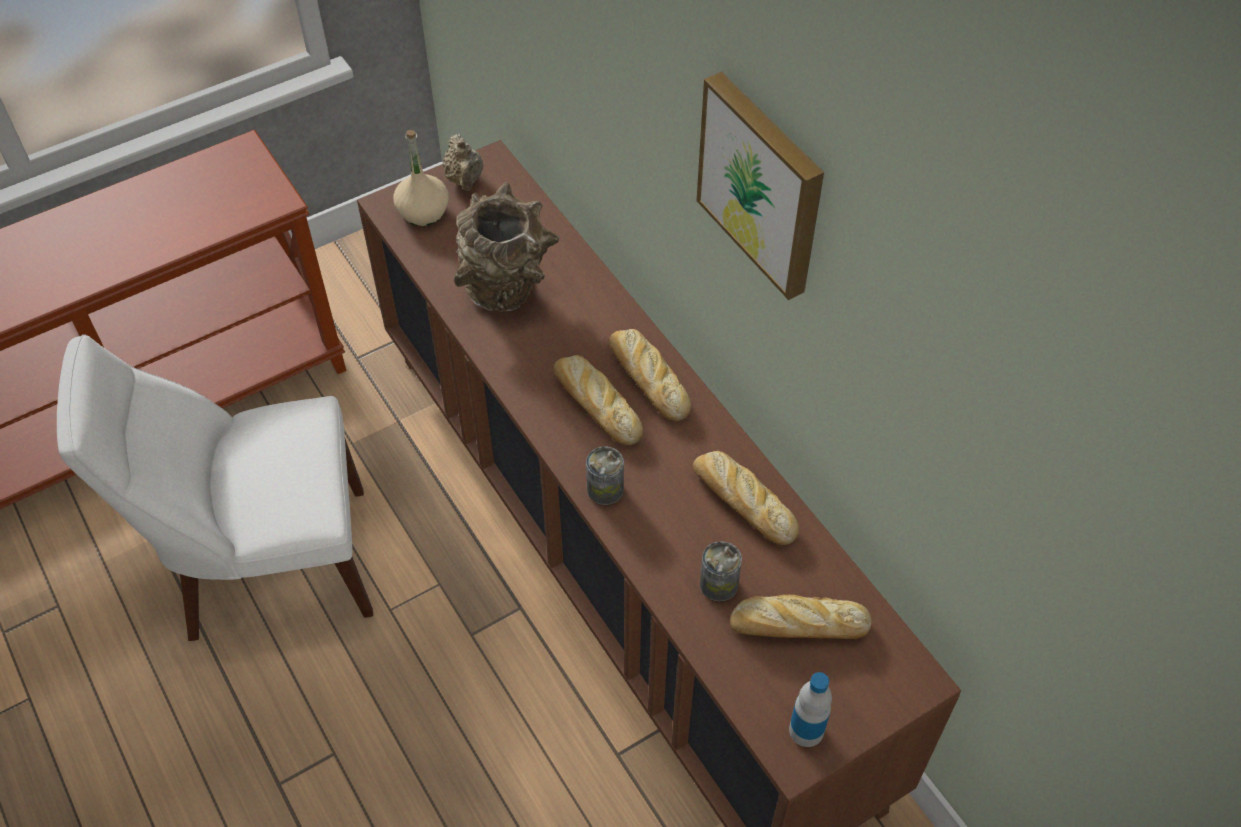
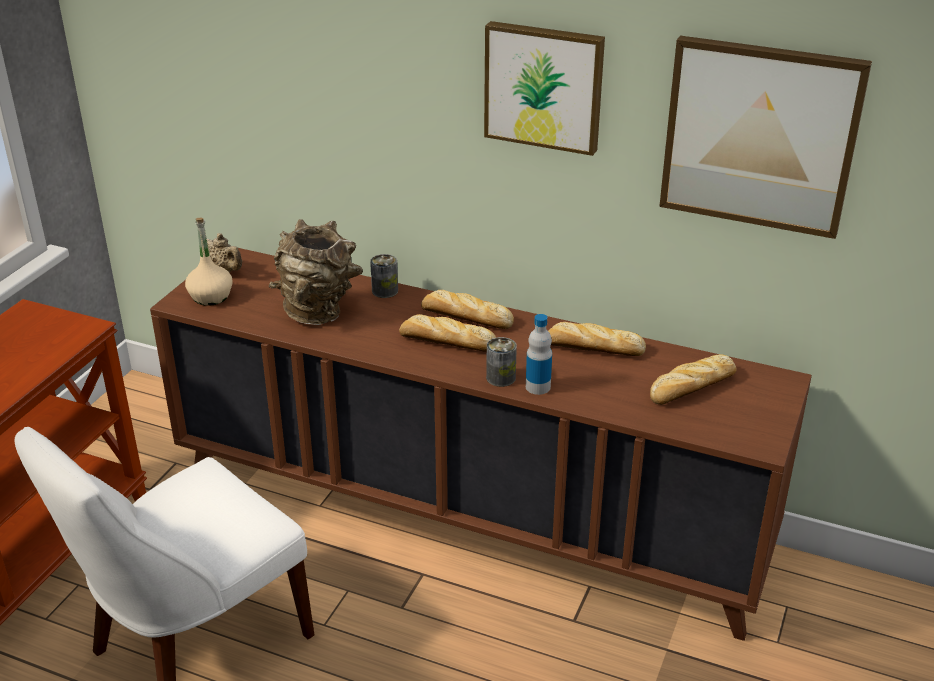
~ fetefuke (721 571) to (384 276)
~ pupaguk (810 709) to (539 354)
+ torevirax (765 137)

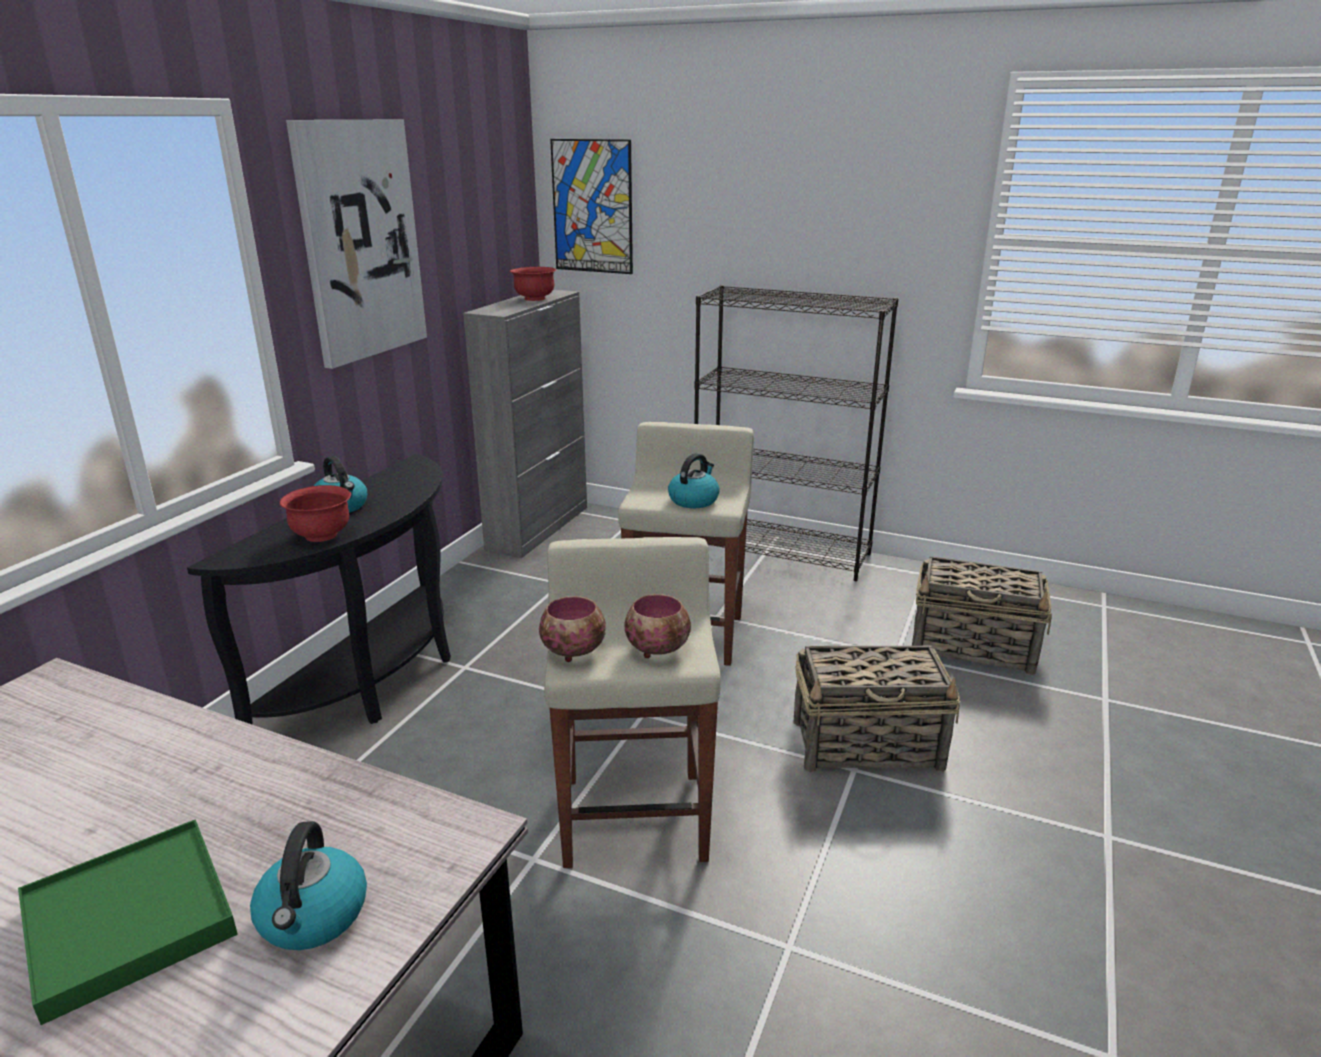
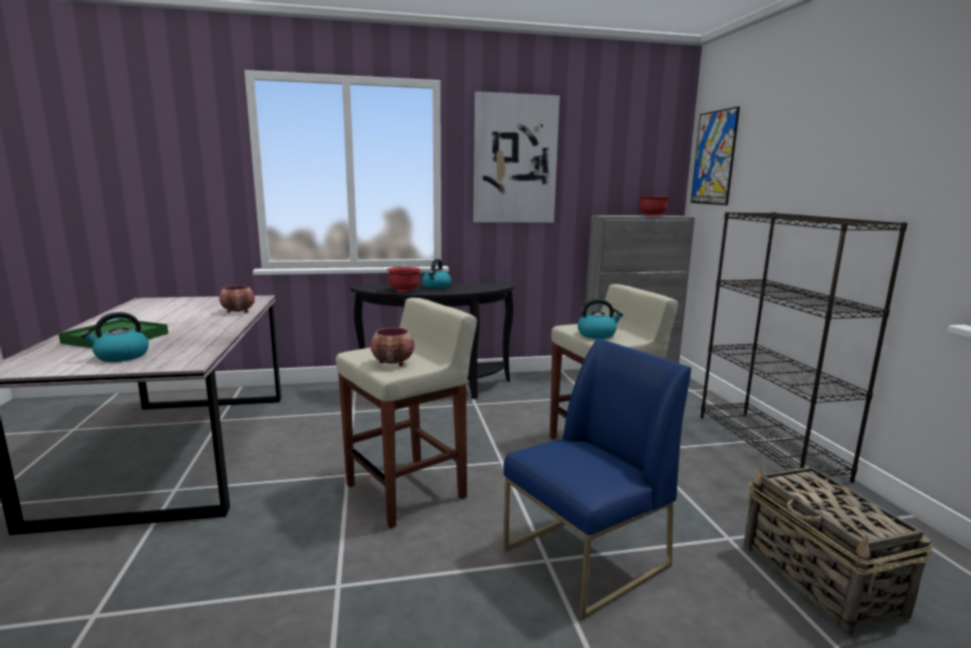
~ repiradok (572 629) to (237 299)
~ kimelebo (877 709) to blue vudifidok (597 479)

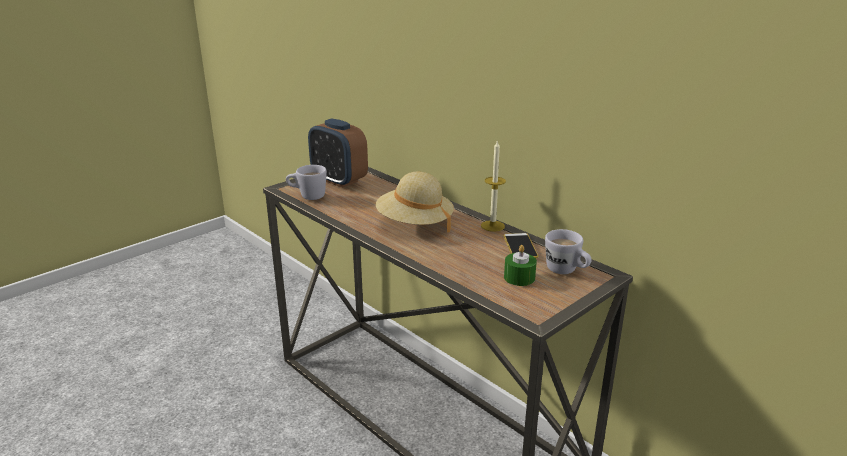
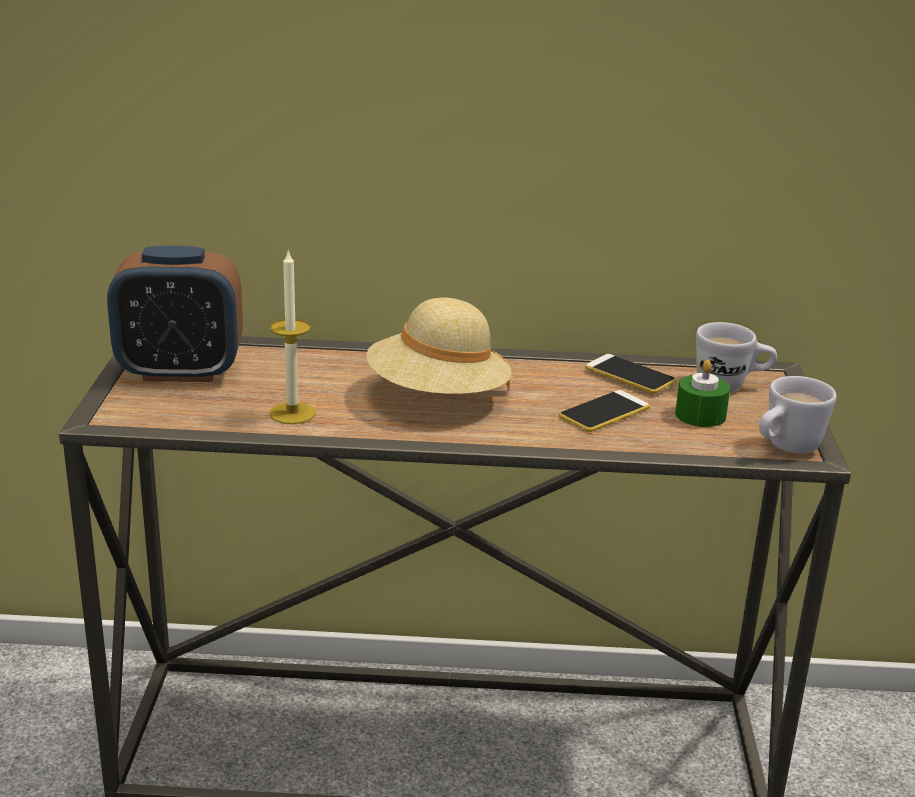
~ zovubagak (493 186) to (292 336)
~ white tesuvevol (306 182) to (798 415)
+ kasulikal (604 411)

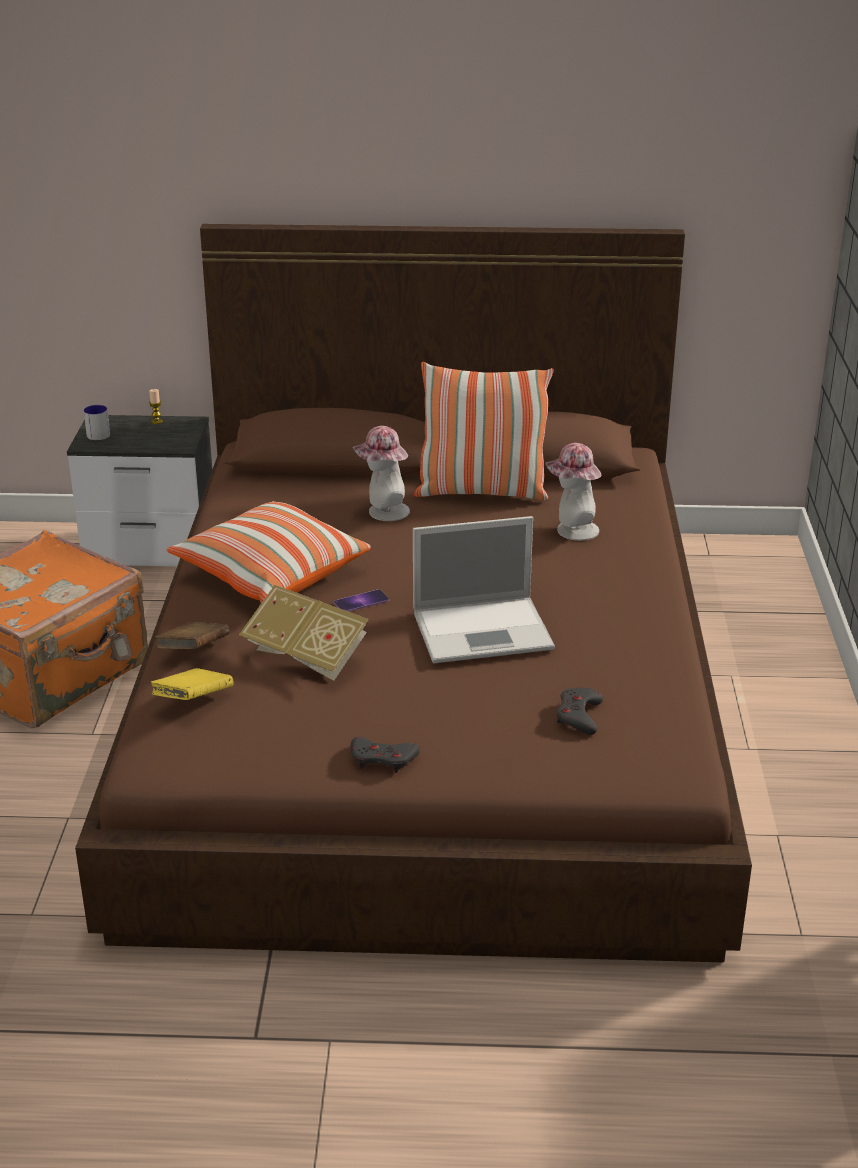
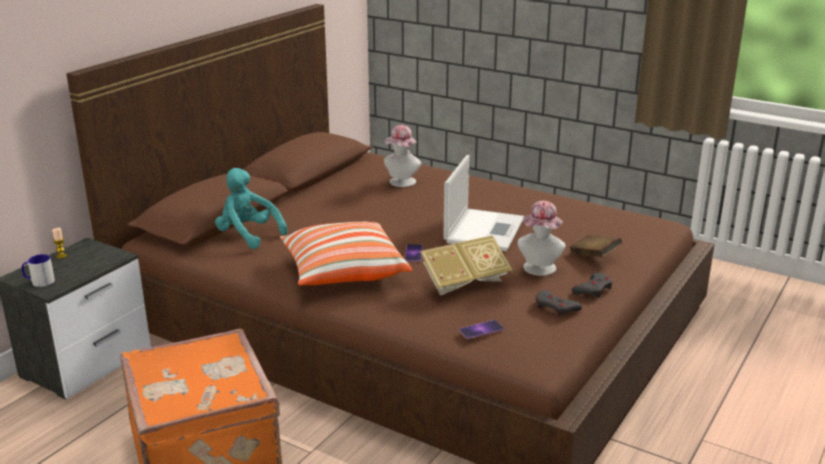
- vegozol (484 431)
~ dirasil (381 473) to (542 238)
~ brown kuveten (192 635) to (595 246)
~ yellow kuveten (191 684) to kasulikal (481 329)
~ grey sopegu (580 711) to (559 303)
+ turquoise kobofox (251 208)

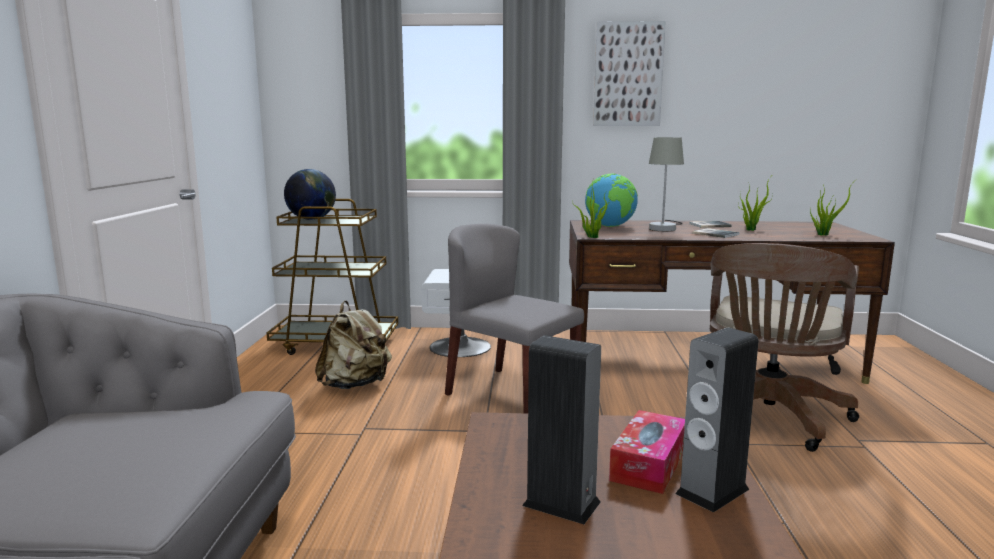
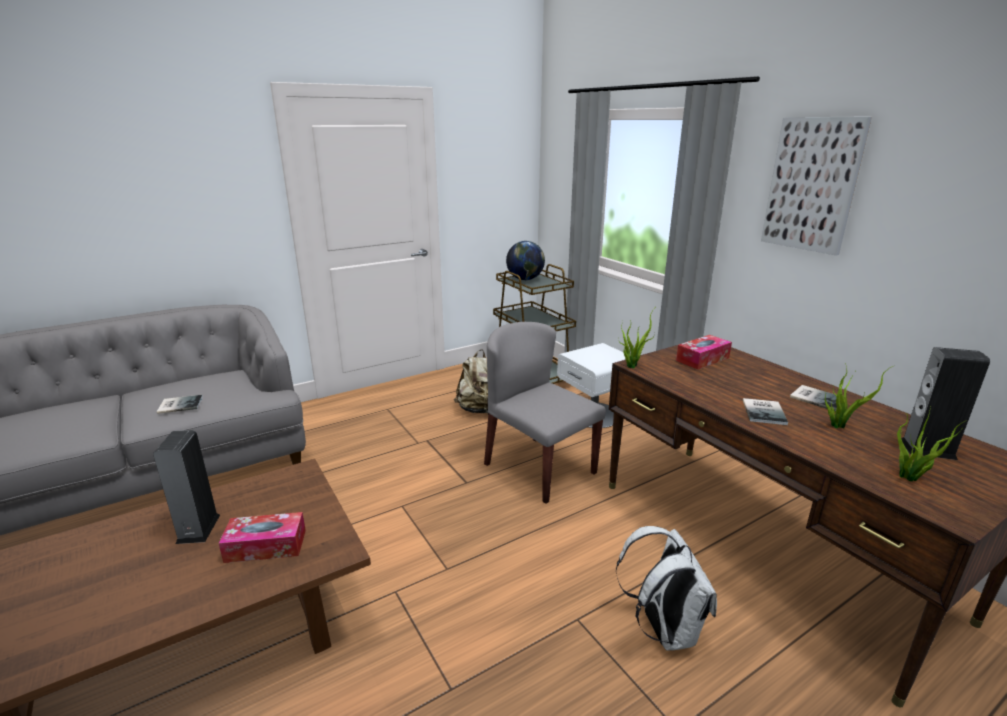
- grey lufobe (666 184)
~ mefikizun (611 200) to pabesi (704 352)
~ grey vudifidok (514 319) = (545 413) 45 degrees counterclockwise
~ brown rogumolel (784 347) to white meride (666 588)
~ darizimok (716 420) to (945 403)
+ kuveten (179 404)

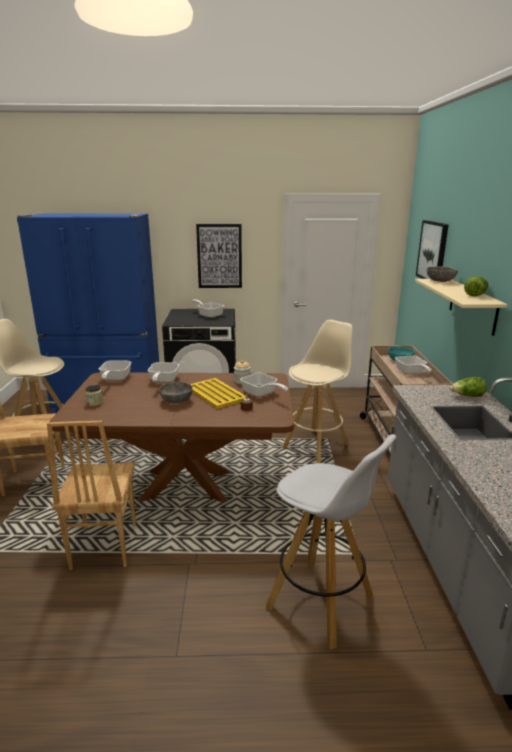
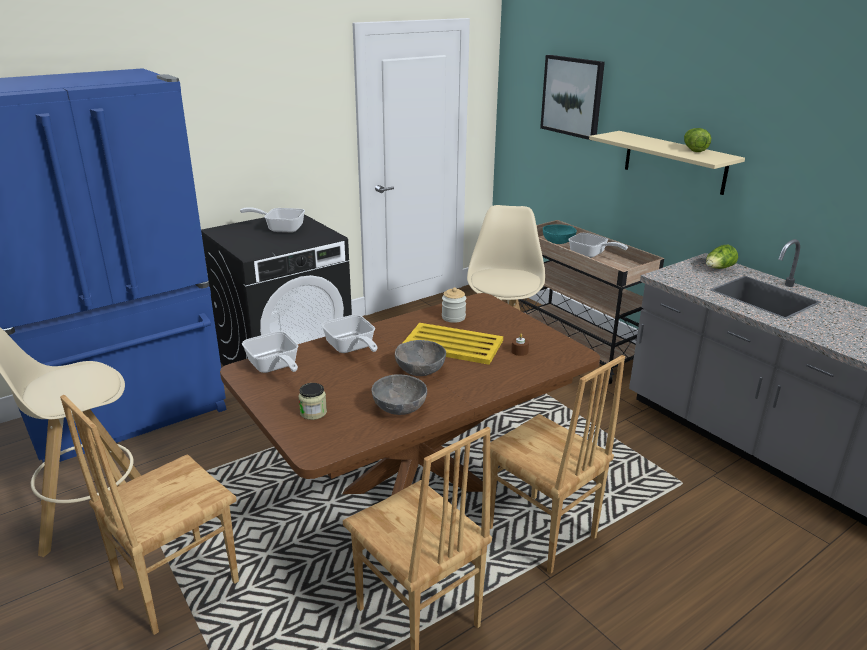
- torevirax (219 256)
~ grey repiradok (442 274) to (399 395)
- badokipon (264 385)
- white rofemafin (331 541)
+ brown vudifidok (553 464)

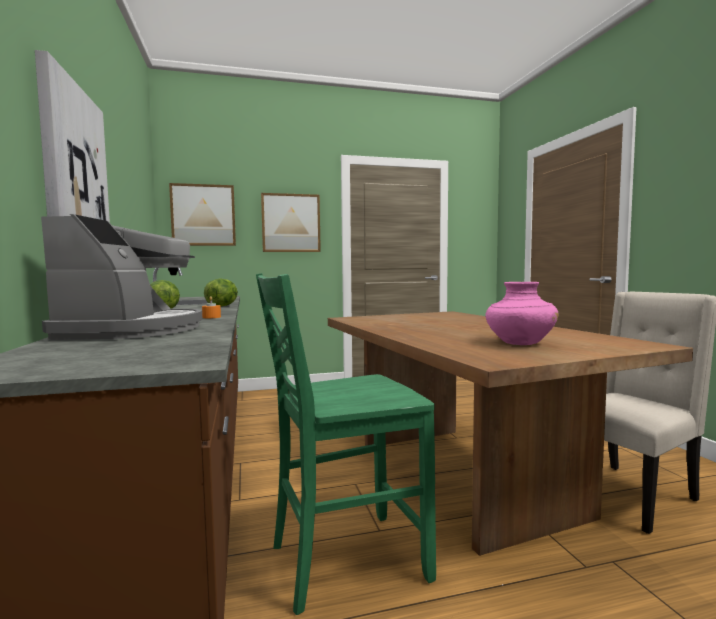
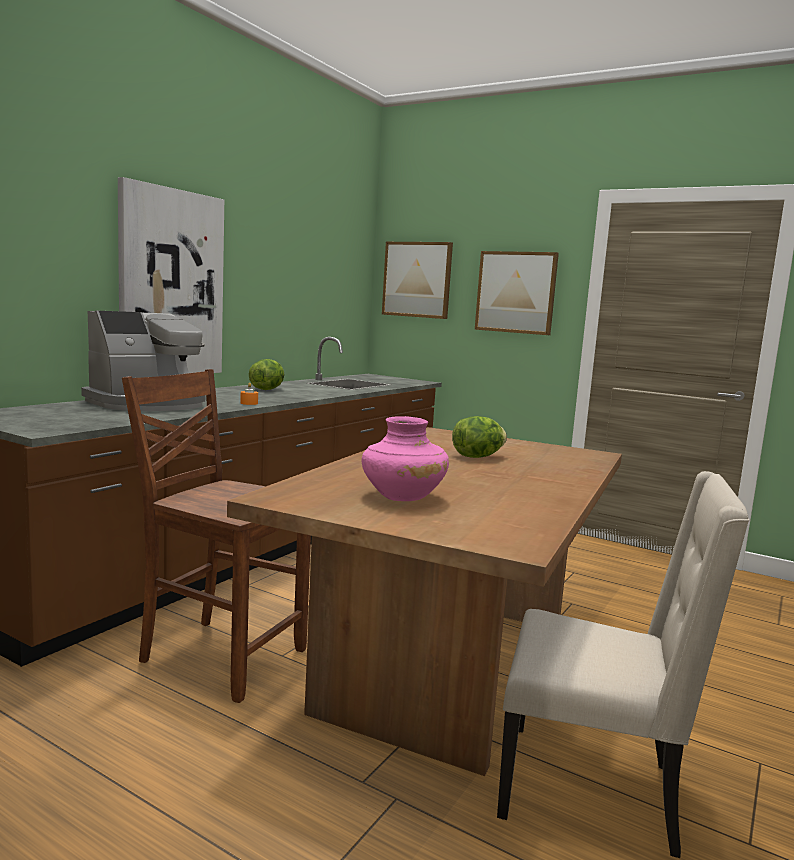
~ green vudifidok (346 444) to brown vudifidok (216 536)
~ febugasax (221 292) to (479 437)

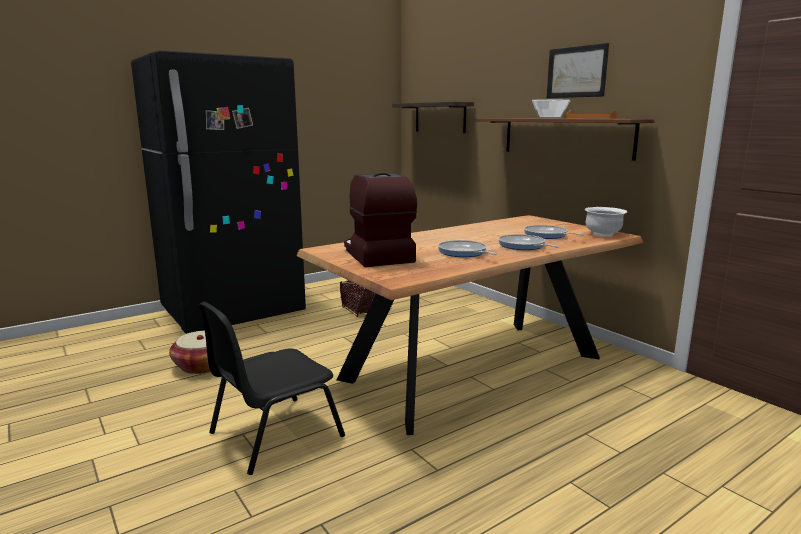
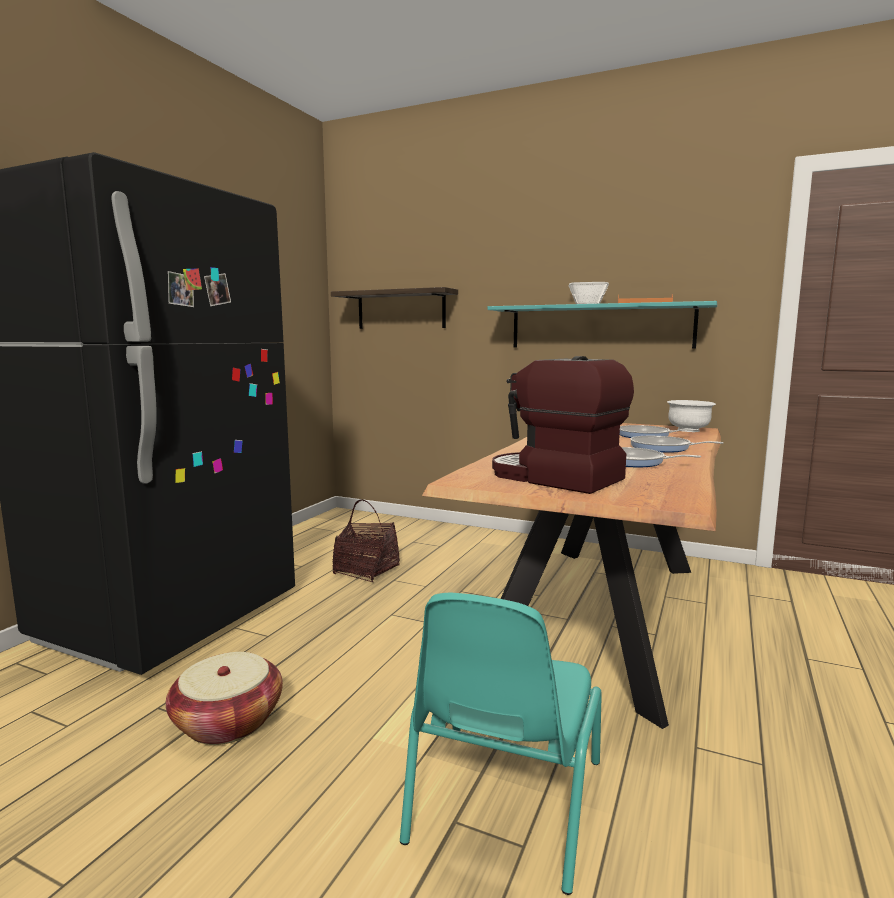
- torevirax (578 70)
~ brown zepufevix (566 139) to turquoise zepufevix (602 325)
~ black vudifidok (271 388) to turquoise vudifidok (501 744)

